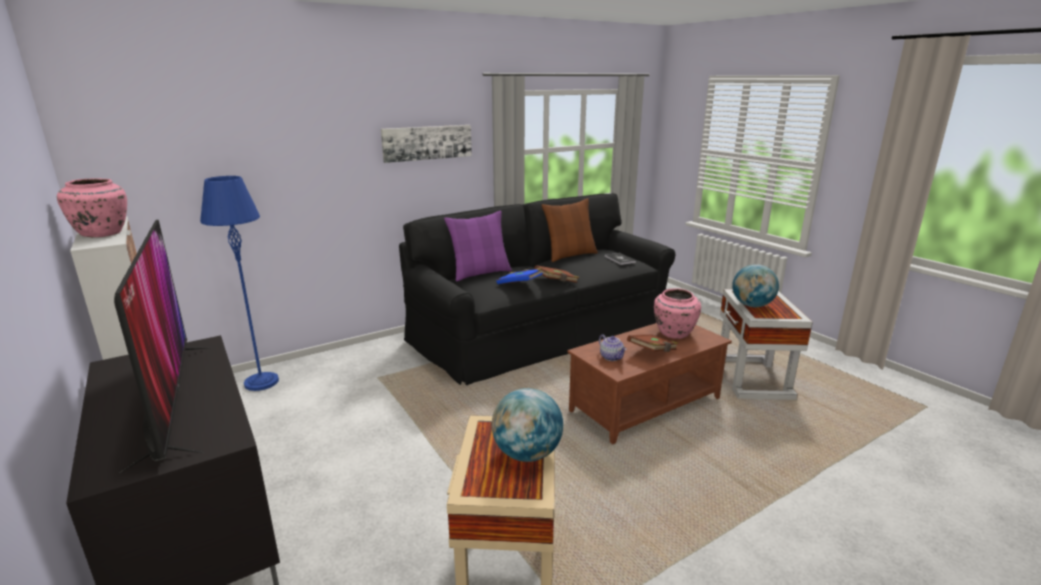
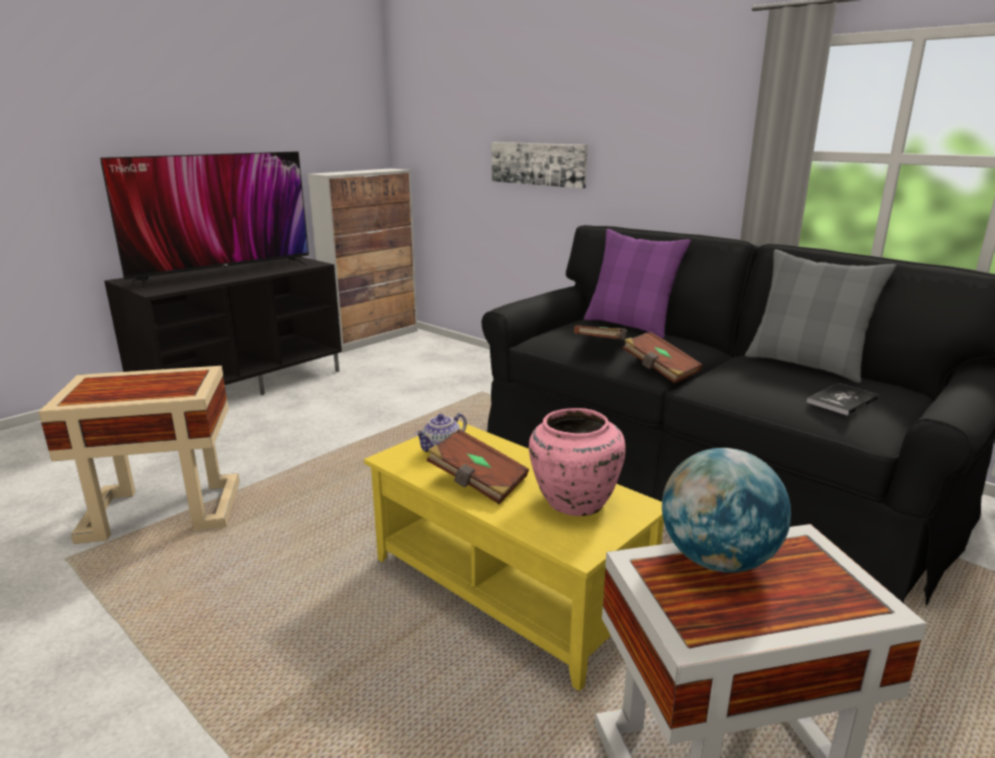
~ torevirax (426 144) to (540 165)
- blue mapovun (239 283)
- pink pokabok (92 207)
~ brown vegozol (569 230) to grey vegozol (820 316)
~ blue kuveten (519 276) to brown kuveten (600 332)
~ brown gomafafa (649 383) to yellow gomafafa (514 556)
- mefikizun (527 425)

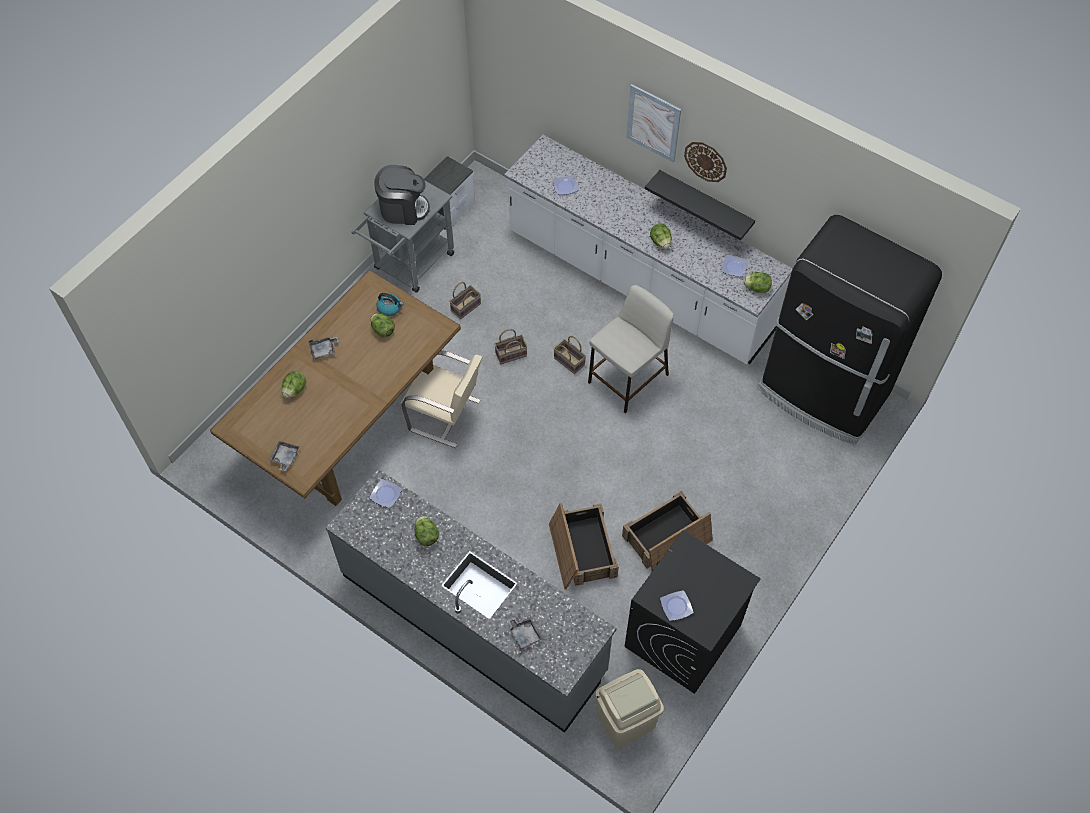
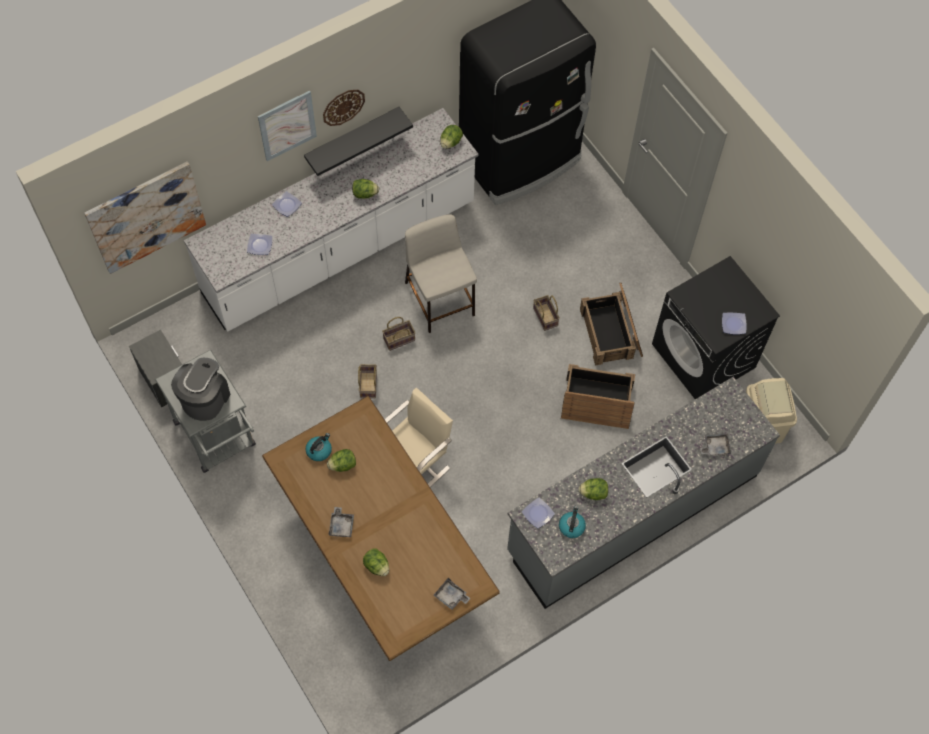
~ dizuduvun (734 266) to (287 204)
~ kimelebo (465 300) to (546 313)
+ torevirax (145 218)
+ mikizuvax (572 522)

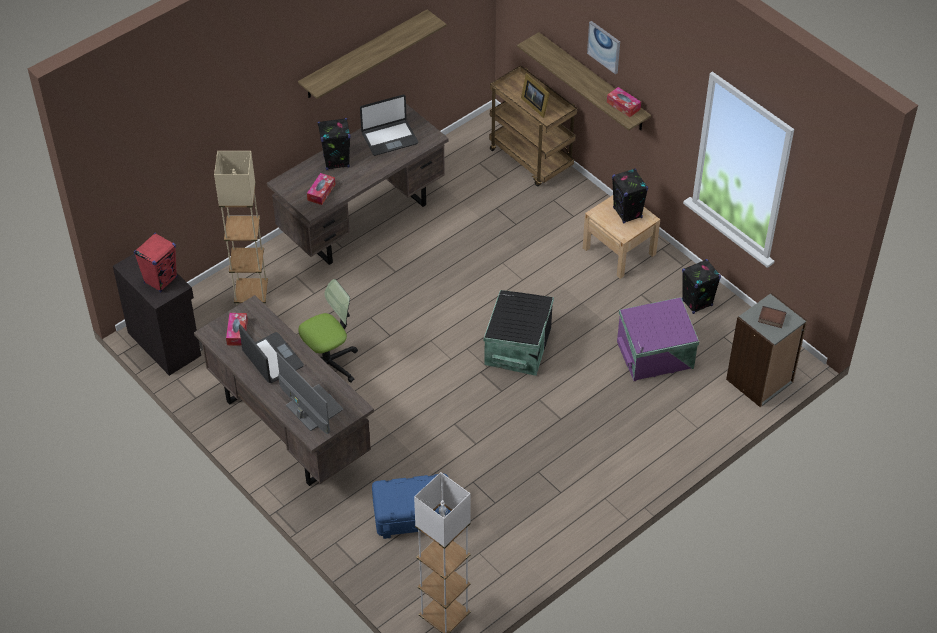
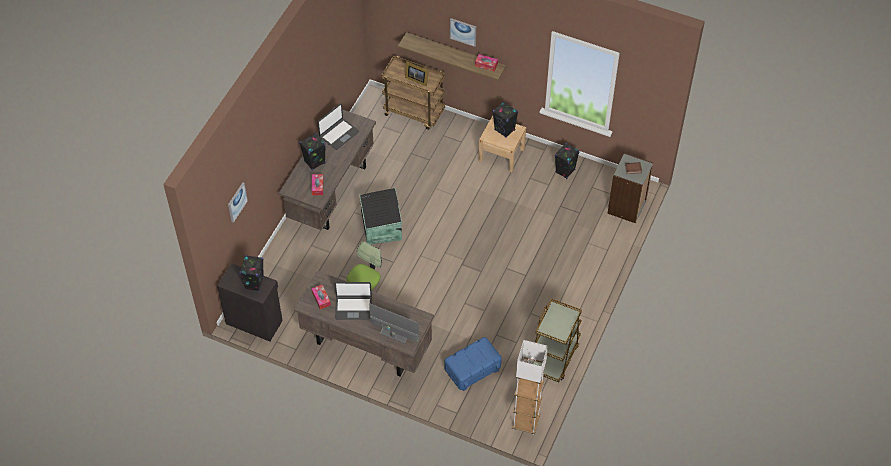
- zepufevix (372 54)
- beige mapovun (241 228)
~ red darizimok (155 262) to black darizimok (251 273)
~ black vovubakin (519 333) to (380 216)
- purple vovubakin (658 339)
~ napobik (271 353) = (353 300) 150 degrees clockwise
+ torevirax (238 202)
+ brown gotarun (558 340)

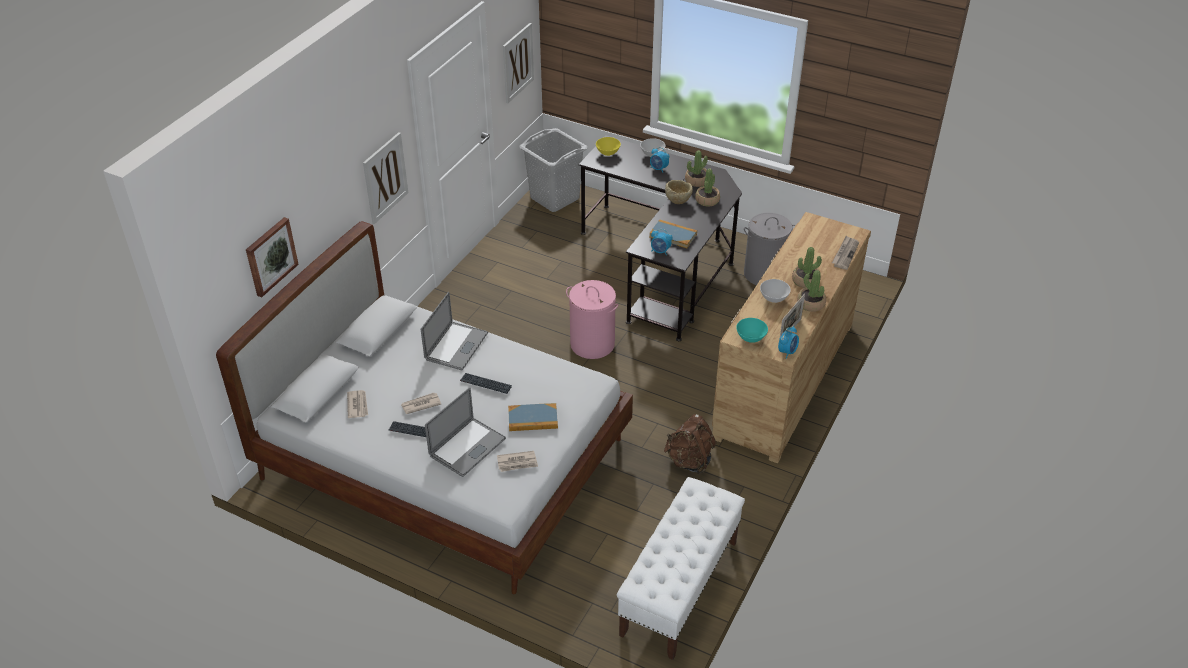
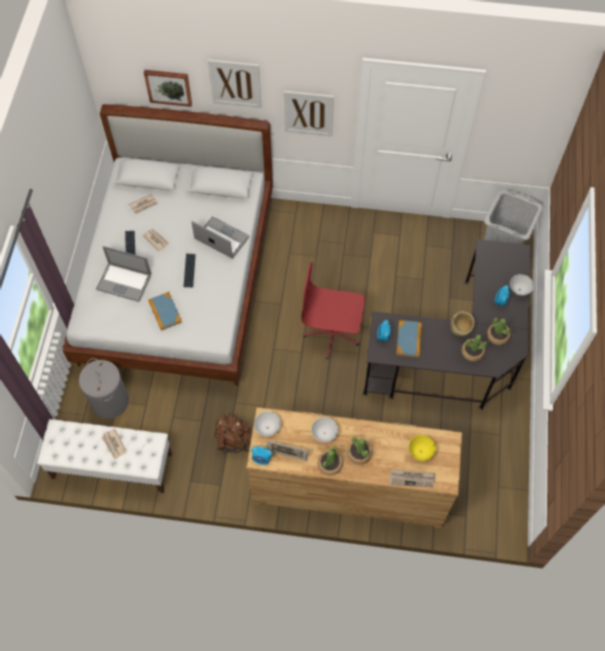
~ torevirax (518 63) to (235 83)
~ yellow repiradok (608 146) to (422 448)
~ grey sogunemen (770 249) to (104 388)
~ pink sogunemen (592 319) to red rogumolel (333 310)
~ napobik (454 331) = (220 237) 150 degrees counterclockwise
~ turquoise repiradok (752 330) to white repiradok (267 423)
~ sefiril (517 461) to (114 443)

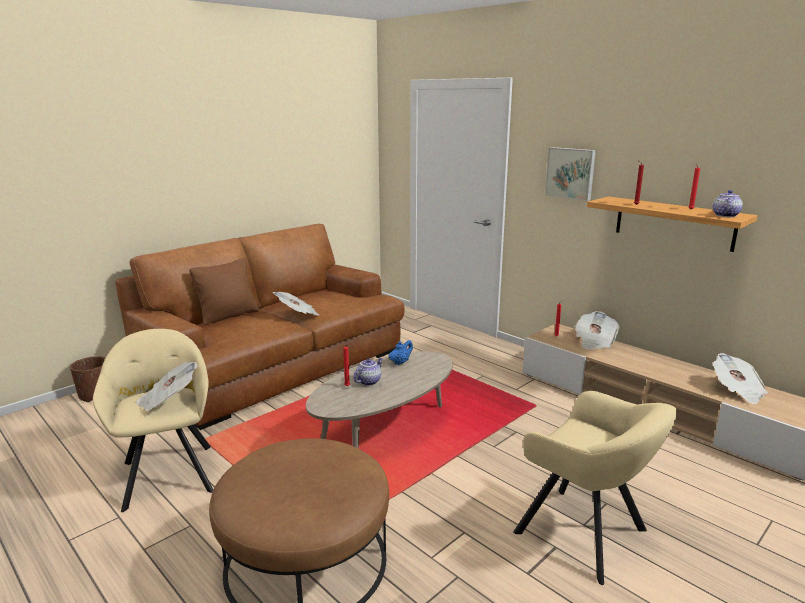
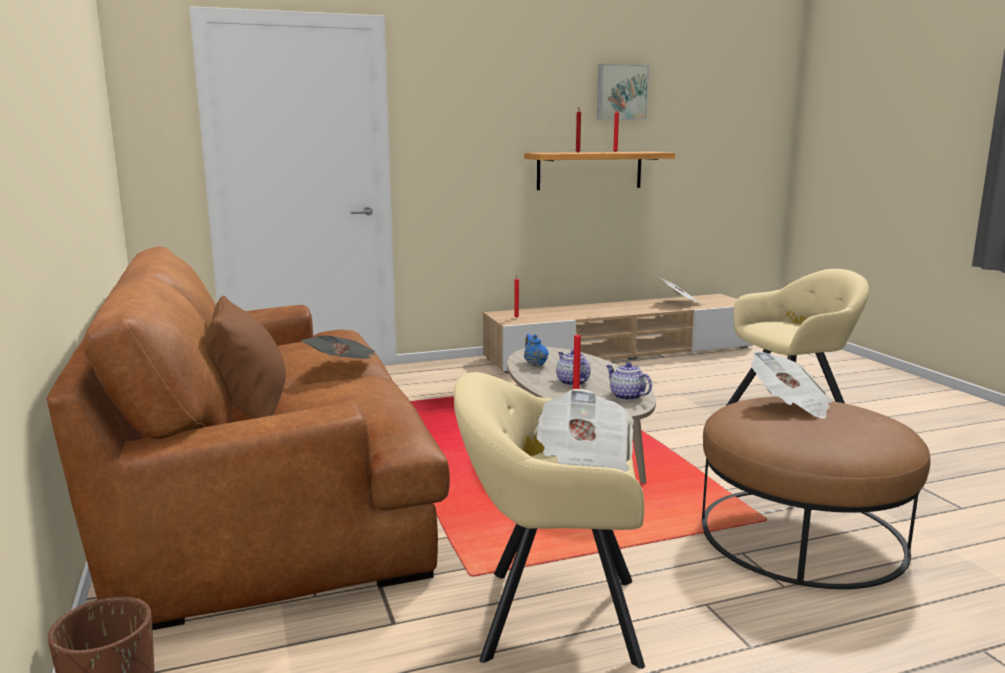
~ torevirax (570 174) to (623 92)
~ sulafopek (728 203) to (629 381)
~ sefiril (597 330) to (792 385)

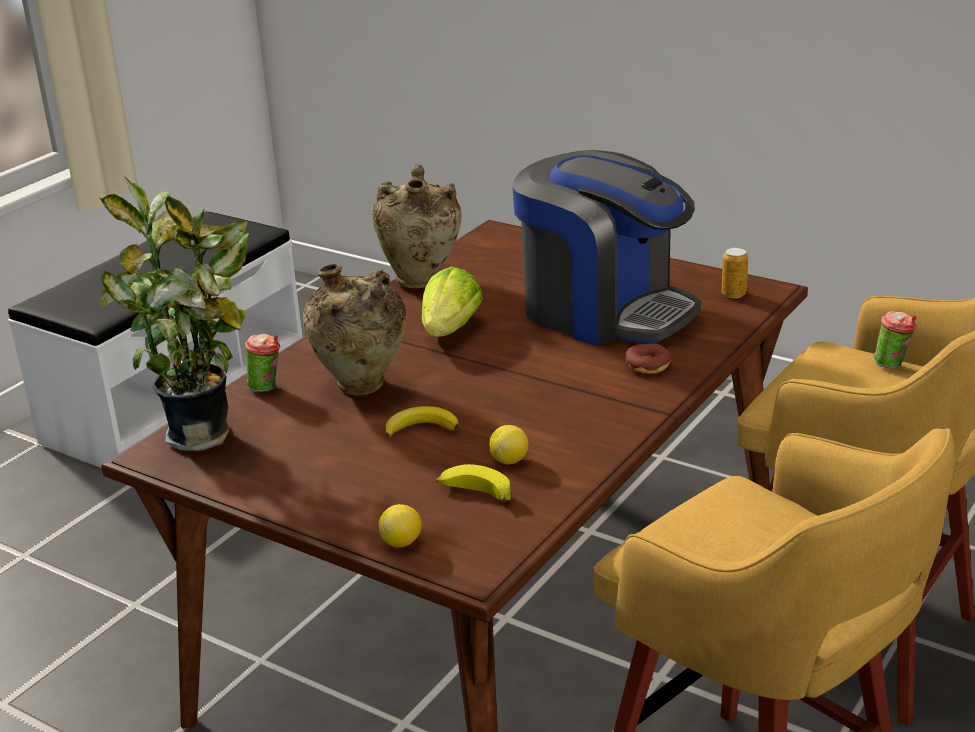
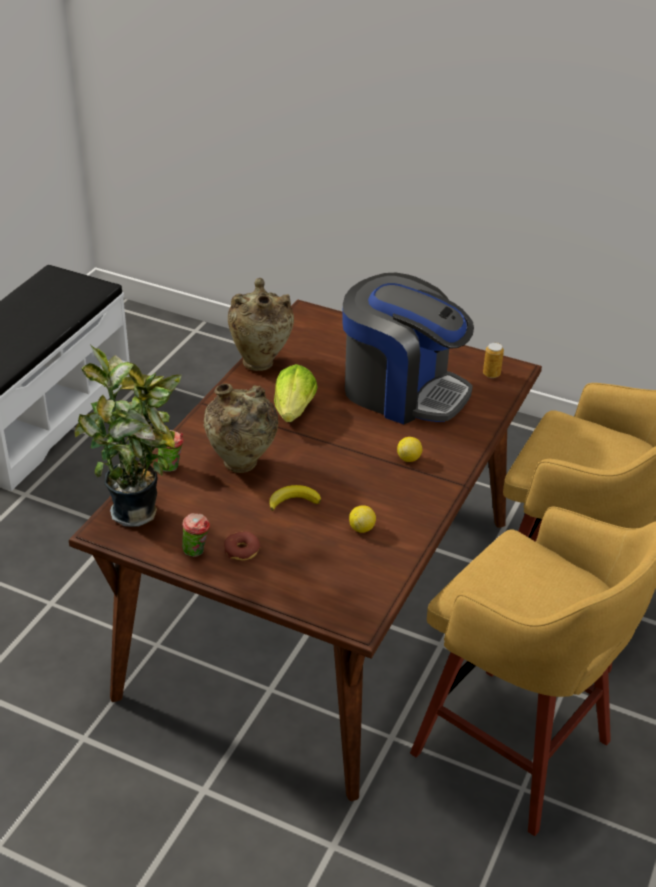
~ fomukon (895 339) to (196 535)
~ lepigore (648 358) to (242 546)
- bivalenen (473 483)
~ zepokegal (400 526) to (409 449)

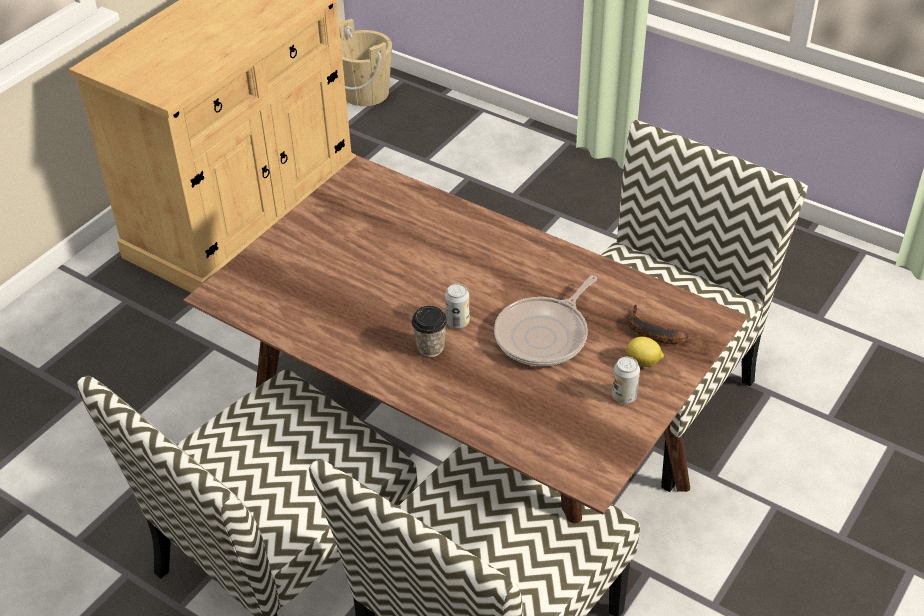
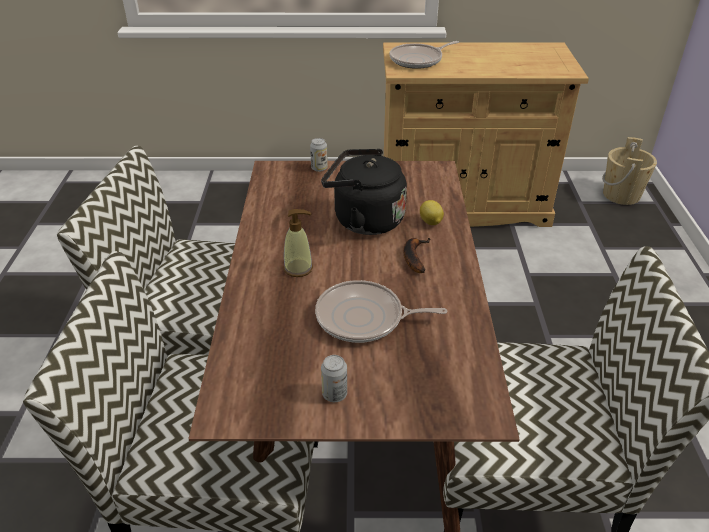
~ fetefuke (457 306) to (319 155)
~ bivalenen (657 324) to (417 255)
~ fomukon (429 331) to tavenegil (298 243)
~ zepokegal (645 352) to (432 212)
+ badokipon (424 55)
+ black mikizuvax (364 192)

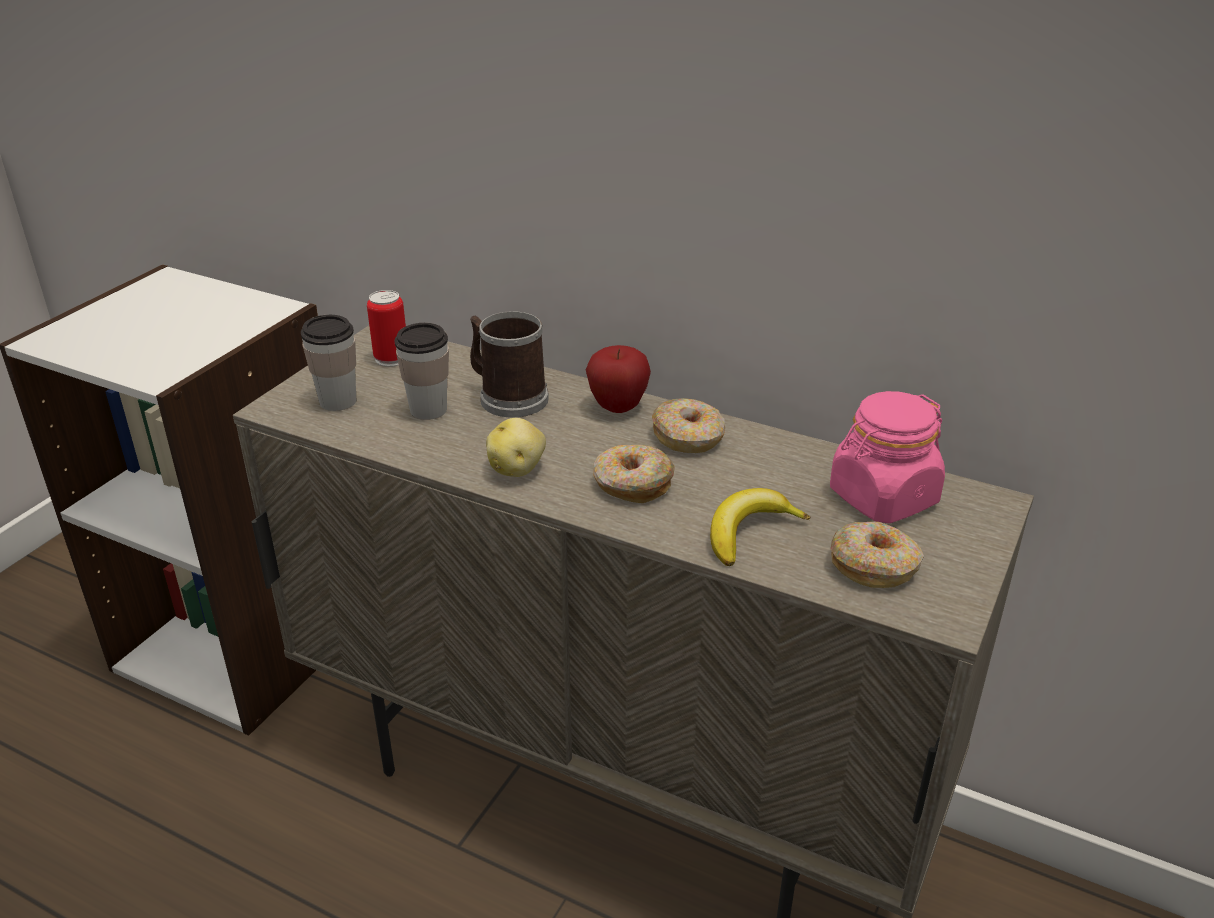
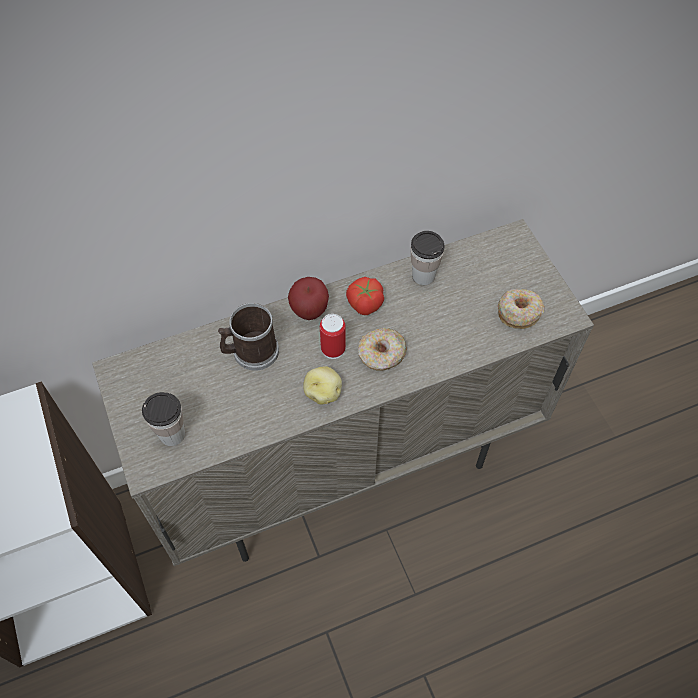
~ fetefuke (386 328) to (333 336)
~ fomukon (422 371) to (428 258)
- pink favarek (887 457)
~ lepigore (688 425) to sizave (365 296)
- bivalenen (760 527)

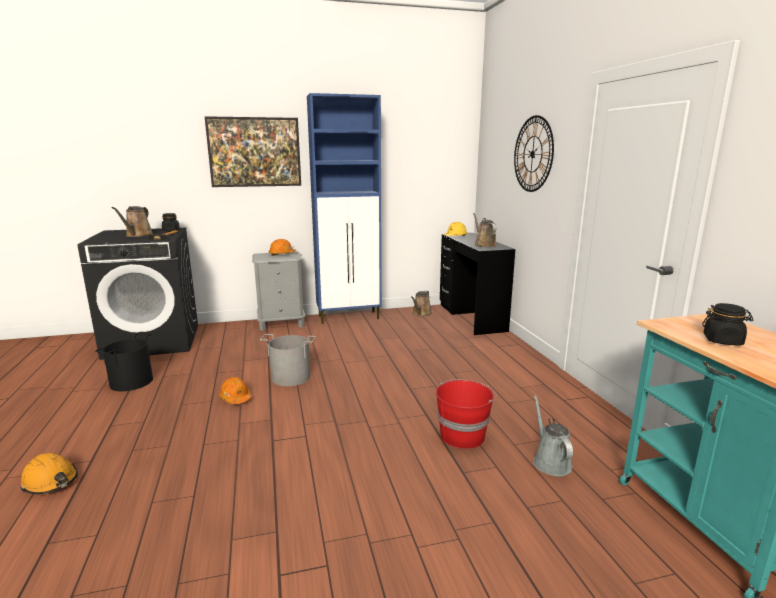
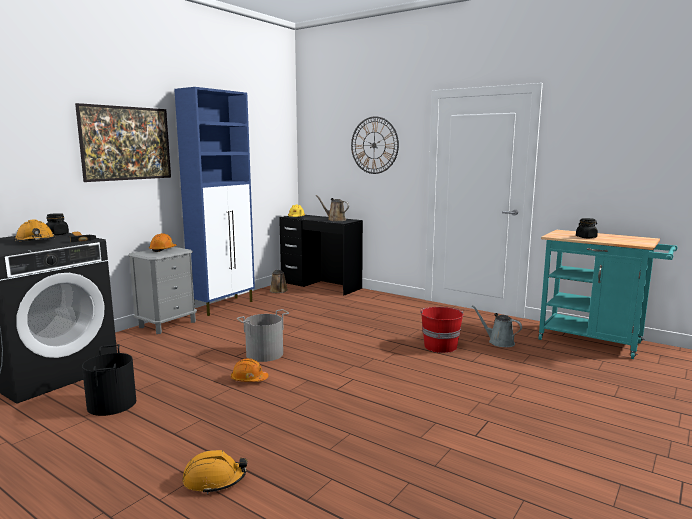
~ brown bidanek (132 221) to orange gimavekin (34 230)

